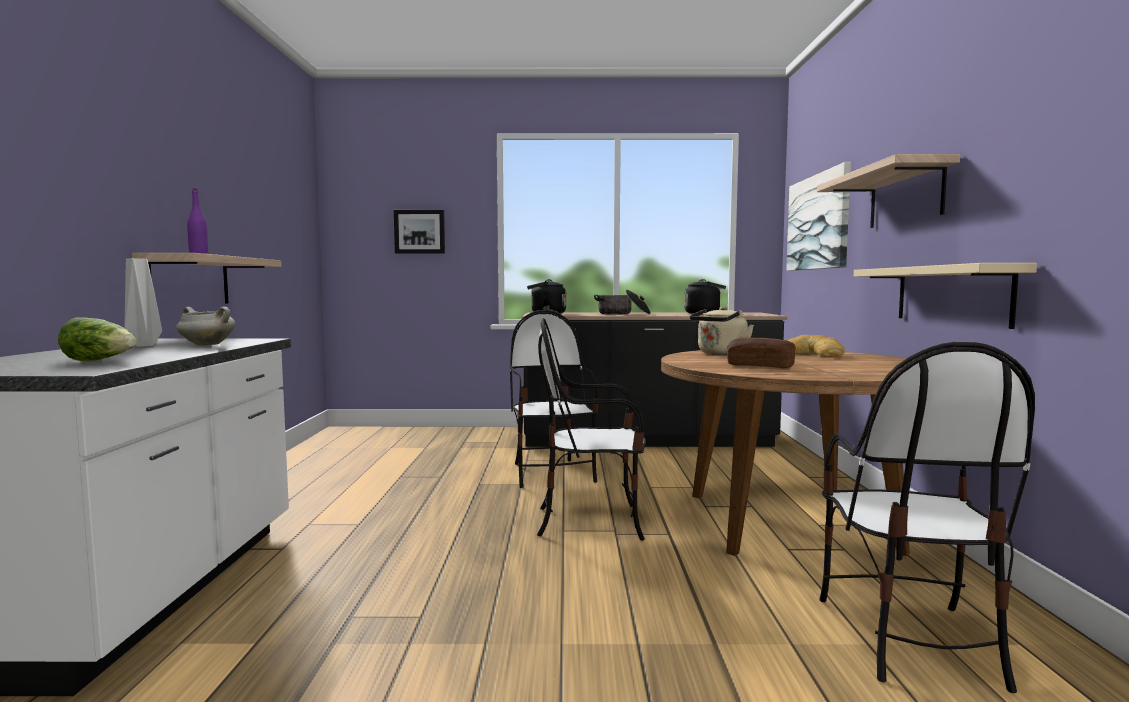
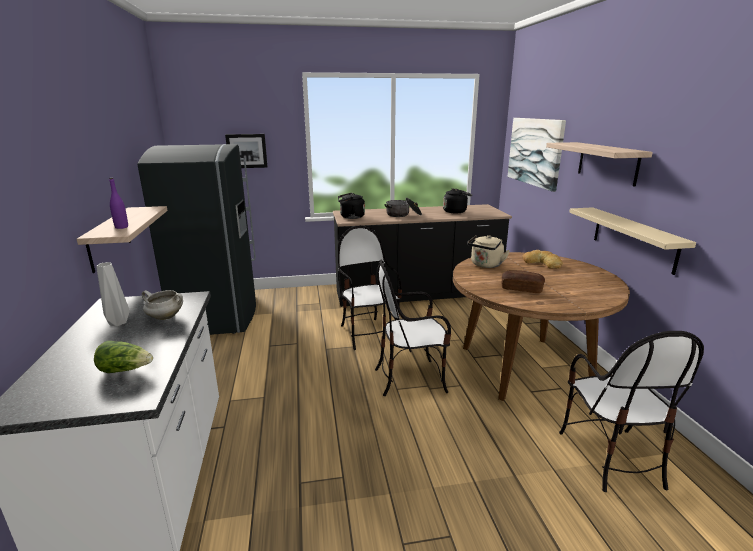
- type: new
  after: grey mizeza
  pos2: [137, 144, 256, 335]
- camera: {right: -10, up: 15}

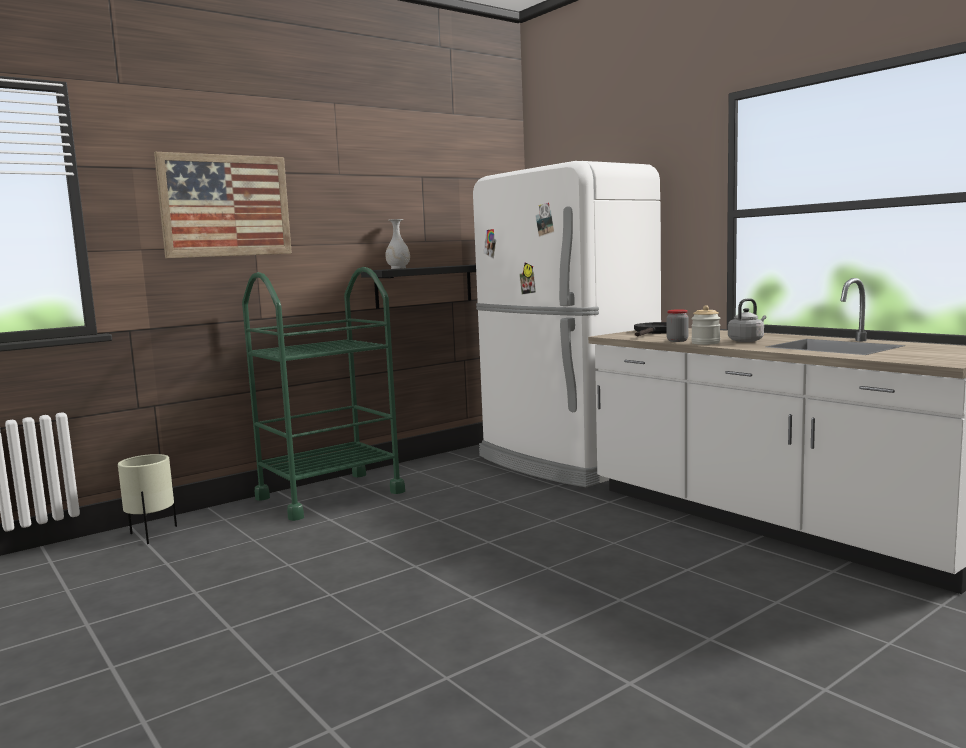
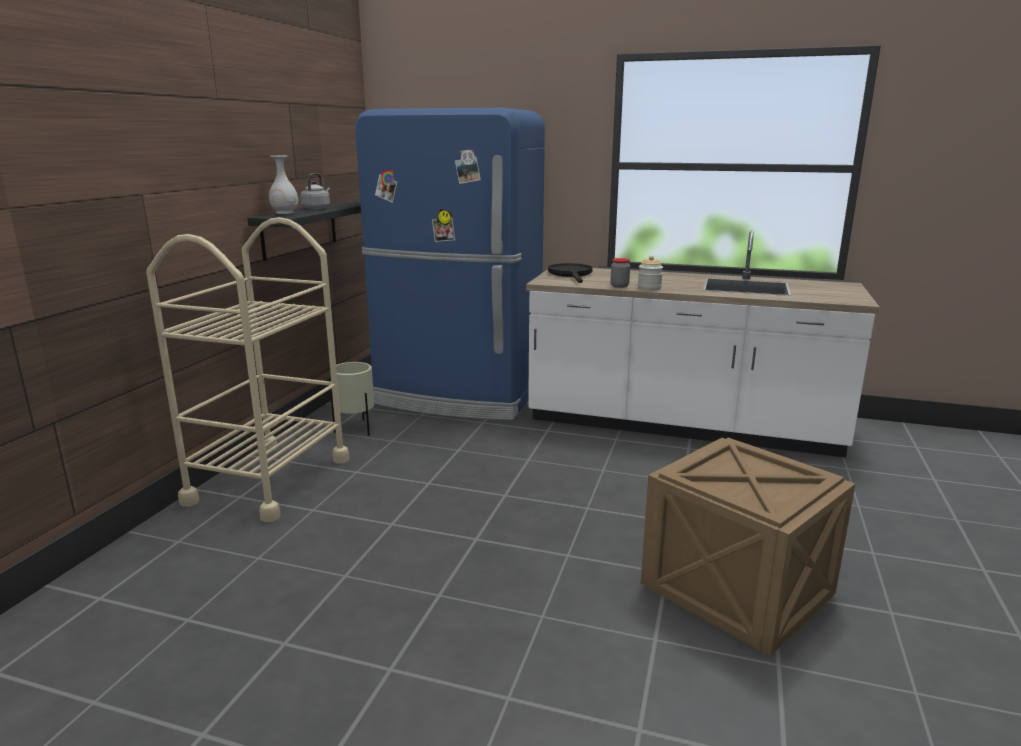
- type: shifted
  before: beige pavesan
  pos1: [118, 454, 177, 544]
  pos2: [330, 362, 374, 436]
- type: gone
  before: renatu
  pos1: [154, 152, 292, 258]
- type: repainted
  before: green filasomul
  after: beige filasomul
  pos1: [242, 267, 405, 521]
  pos2: [146, 217, 349, 522]
- type: repainted
  before: white mizeza
  after: blue mizeza
  pos1: [473, 161, 661, 487]
  pos2: [355, 108, 545, 420]
- type: shifted
  before: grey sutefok
  pos1: [728, 298, 766, 342]
  pos2: [300, 173, 330, 210]
- type: new
  after: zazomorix
  pos2: [641, 438, 855, 656]
- camera: {right: -35, up: 10}

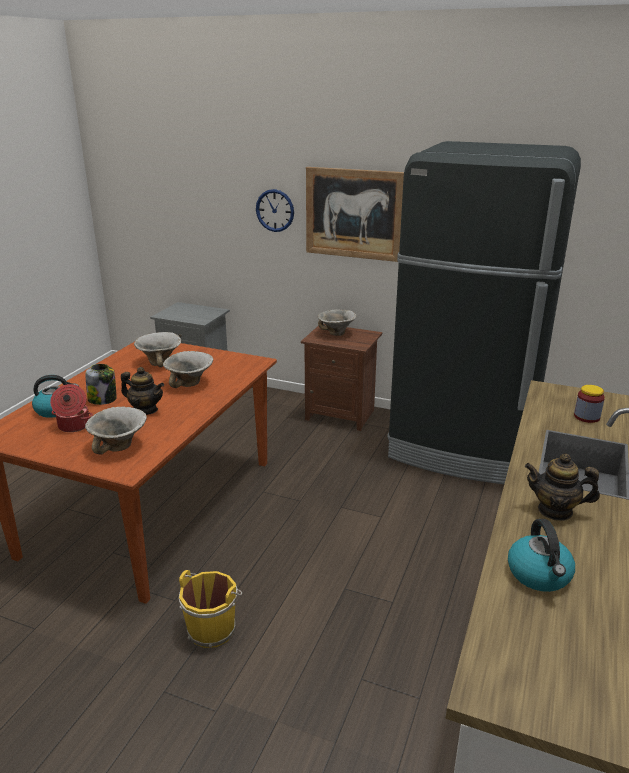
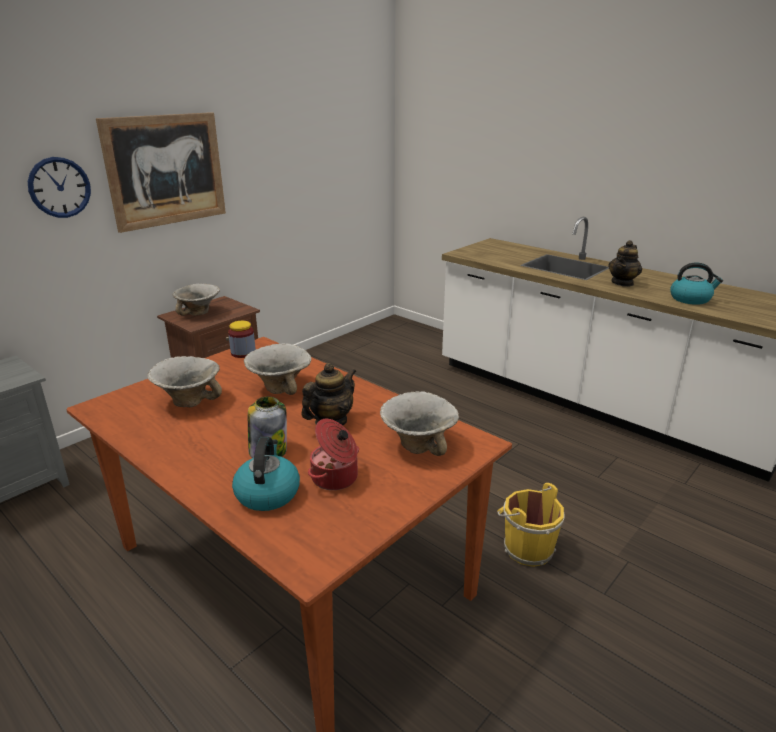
- type: gone
  before: black mizeza
  pos1: [387, 141, 581, 484]
- type: shifted
  before: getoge
  pos1: [574, 385, 605, 423]
  pos2: [228, 321, 256, 358]
- camera: {right: -70, up: 0}

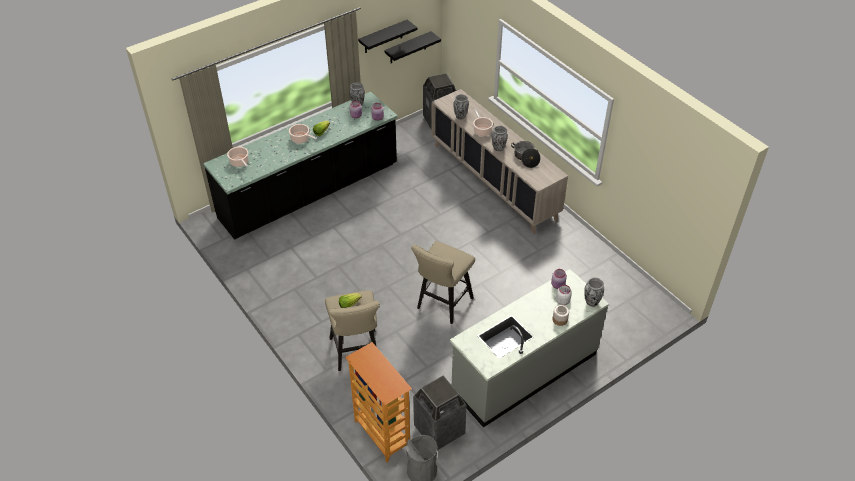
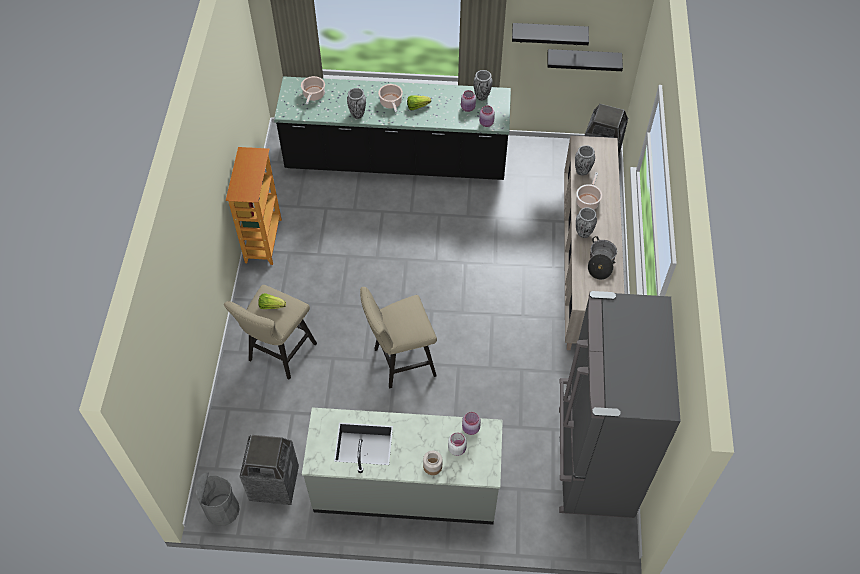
- type: shifted
  before: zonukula
  pos1: [345, 342, 412, 462]
  pos2: [226, 147, 282, 265]
- type: shifted
  before: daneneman
  pos1: [584, 278, 604, 307]
  pos2: [347, 88, 366, 119]
- type: new
  after: grey mizeza
  pos2: [559, 291, 681, 518]
- camera: {right: 40, up: 10}

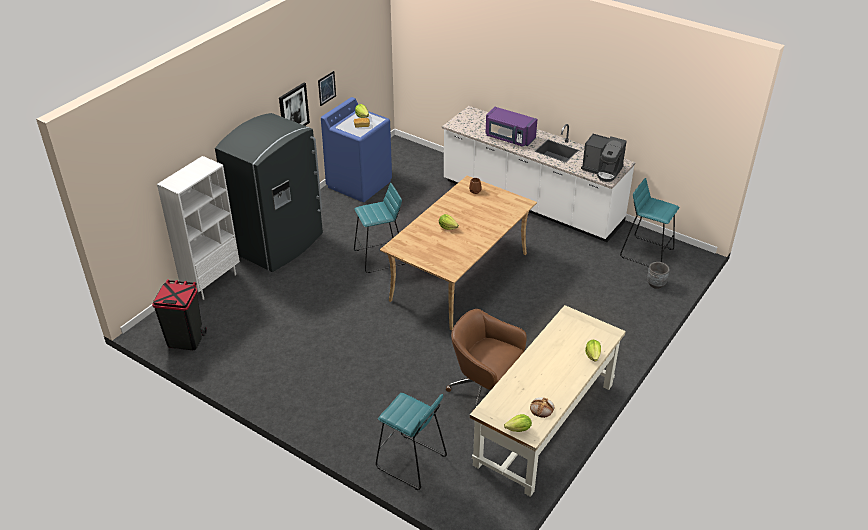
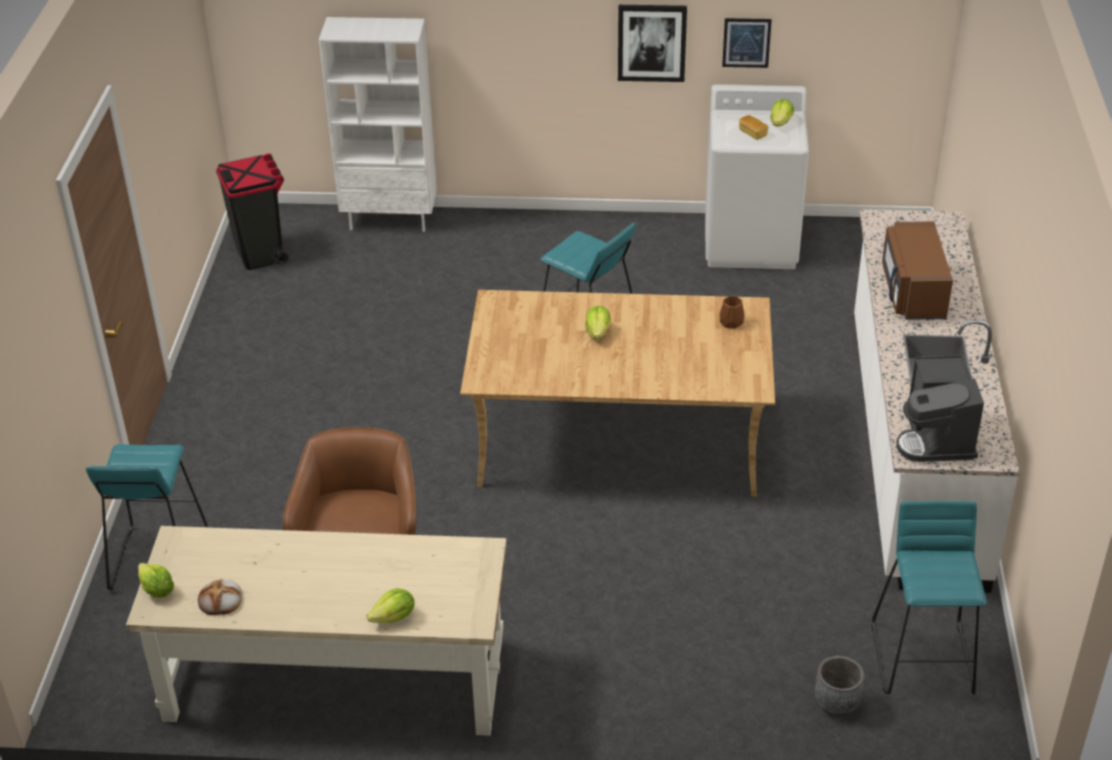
- type: gone
  before: grey mizeza
  pos1: [215, 113, 323, 272]
- type: repainted
  before: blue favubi
  after: white favubi
  pos1: [321, 97, 392, 202]
  pos2: [705, 84, 809, 269]
- type: repainted
  before: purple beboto
  after: brown beboto
  pos1: [485, 107, 537, 146]
  pos2: [882, 221, 953, 320]
- camera: {right: 60, up: 0}

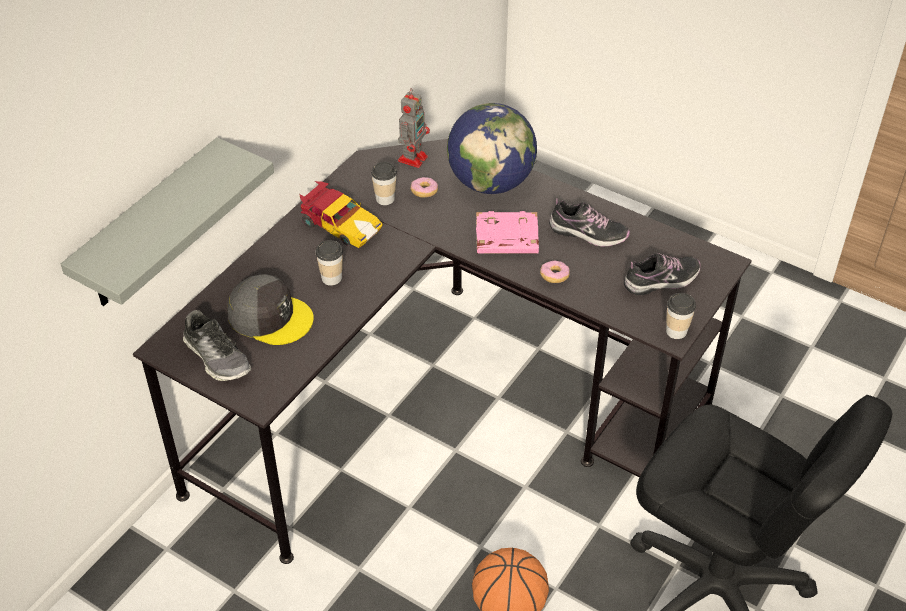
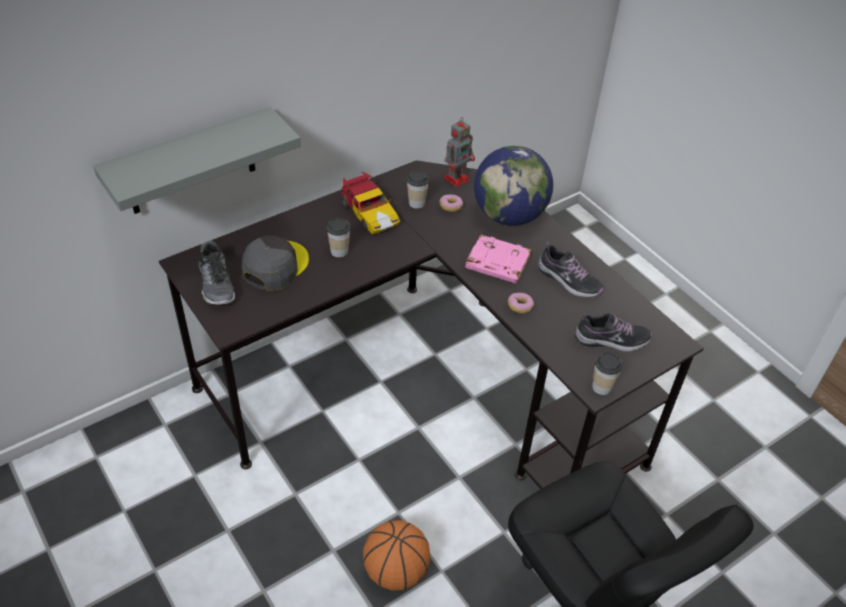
- type: rotated
  before: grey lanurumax
  pos1: [228, 274, 314, 345]
  pos2: [242, 236, 309, 291]
  turn: -105
- camera: {right: 20, up: 0}

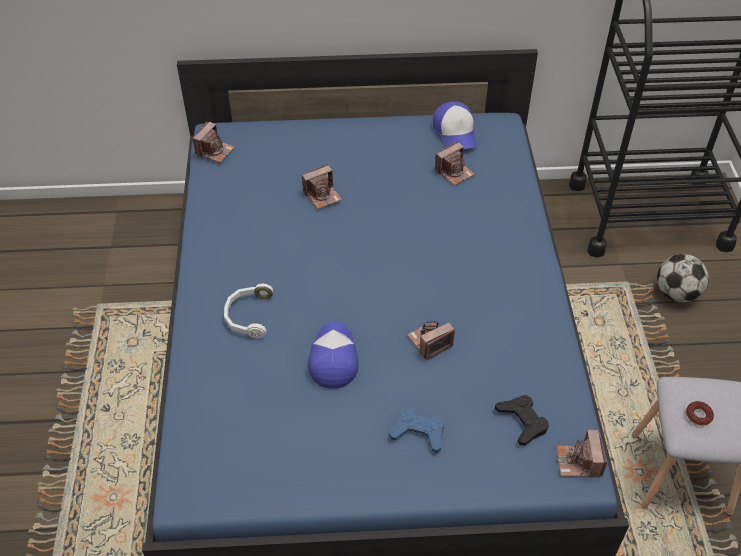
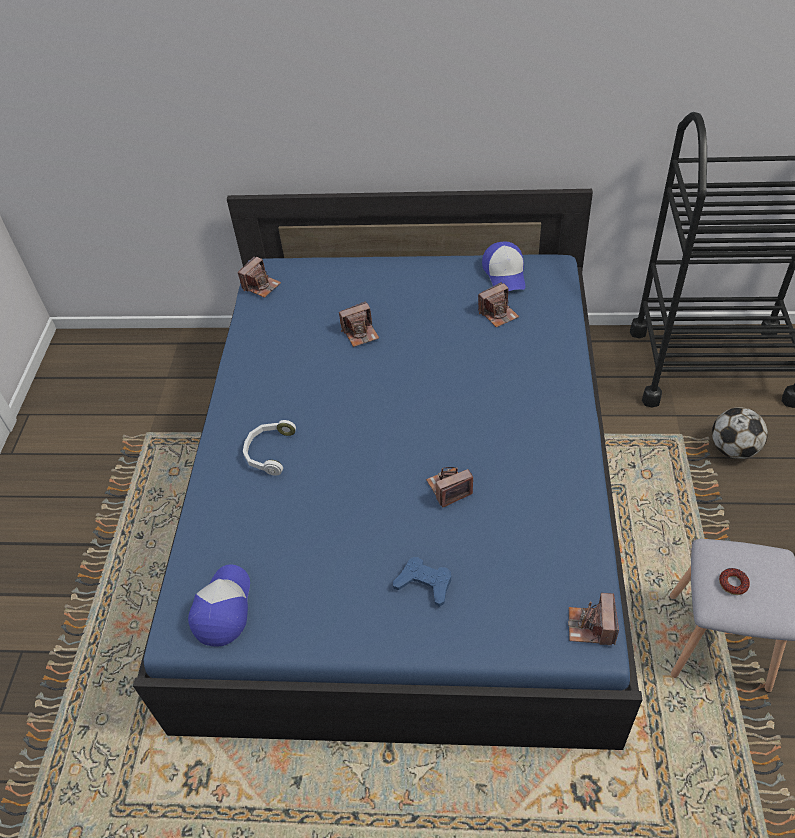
- type: shifted
  before: lanurumax
  pos1: [308, 321, 359, 389]
  pos2: [188, 564, 250, 647]
- type: gone
  before: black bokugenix
  pos1: [495, 395, 549, 446]
- camera: {right: 10, up: 0}

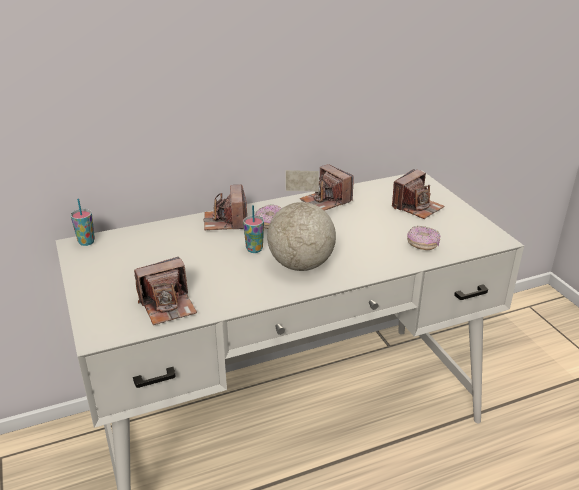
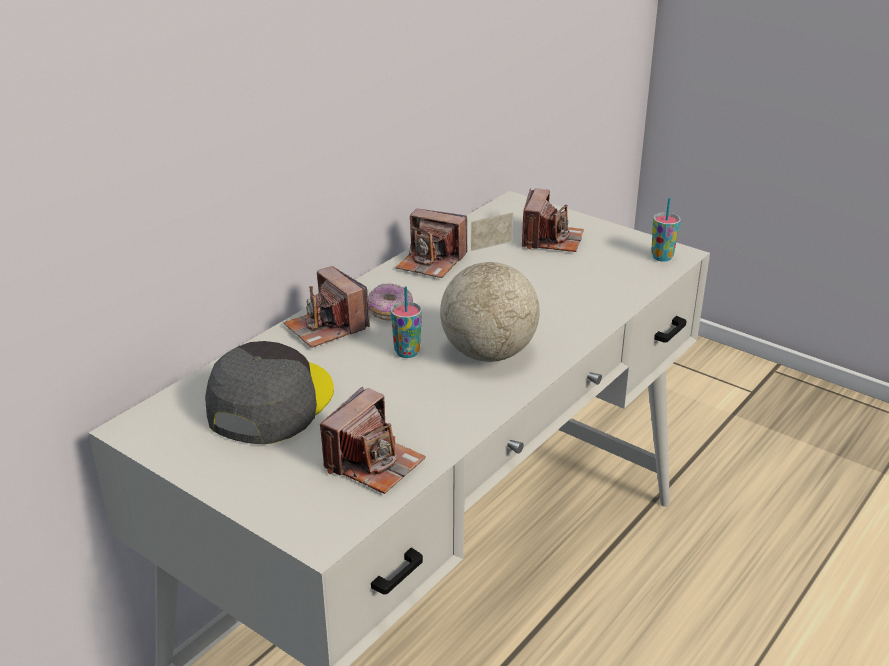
- type: shifted
  before: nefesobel
  pos1: [71, 199, 95, 246]
  pos2: [651, 198, 681, 262]
- type: gone
  before: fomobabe
  pos1: [407, 226, 440, 250]
- type: new
  after: grey lanurumax
  pos2: [205, 341, 334, 444]
- camera: {right: -30, up: 0}

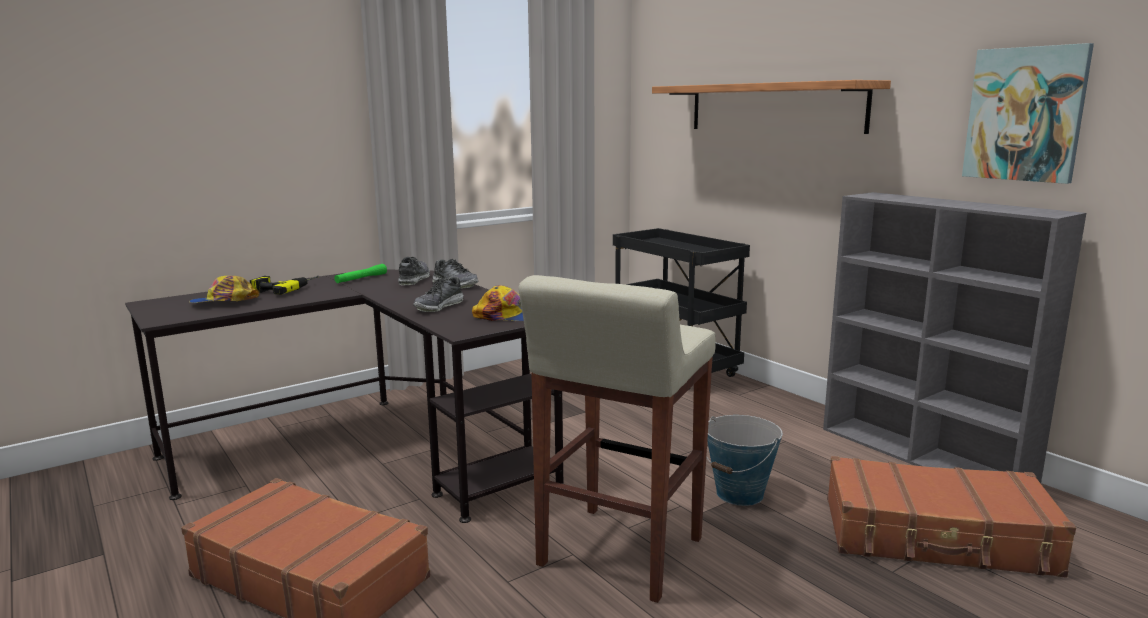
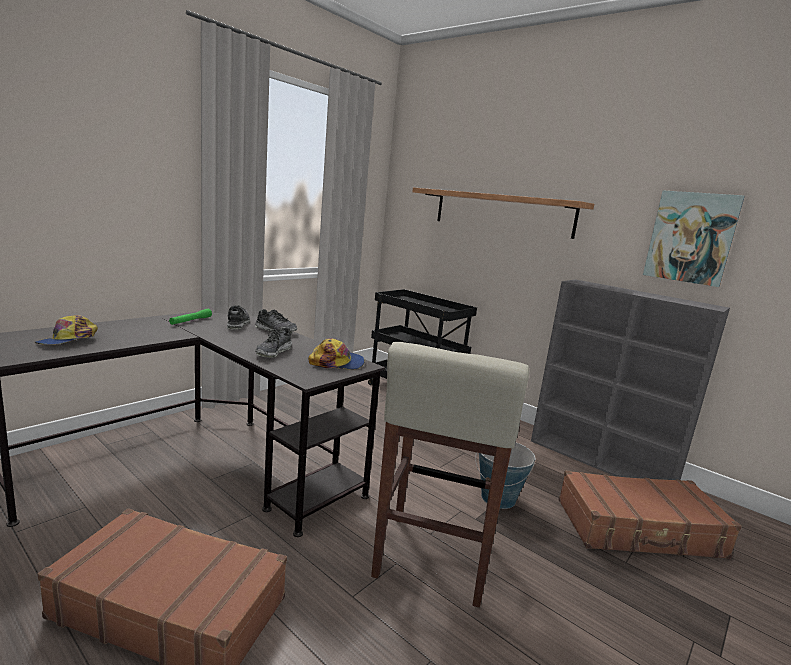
- type: rotated
  before: lanurumax
  pos1: [189, 276, 259, 303]
  pos2: [35, 315, 98, 345]
  turn: -45
- type: gone
  before: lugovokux
  pos1: [250, 276, 319, 295]
- camera: {right: -15, up: 0}

